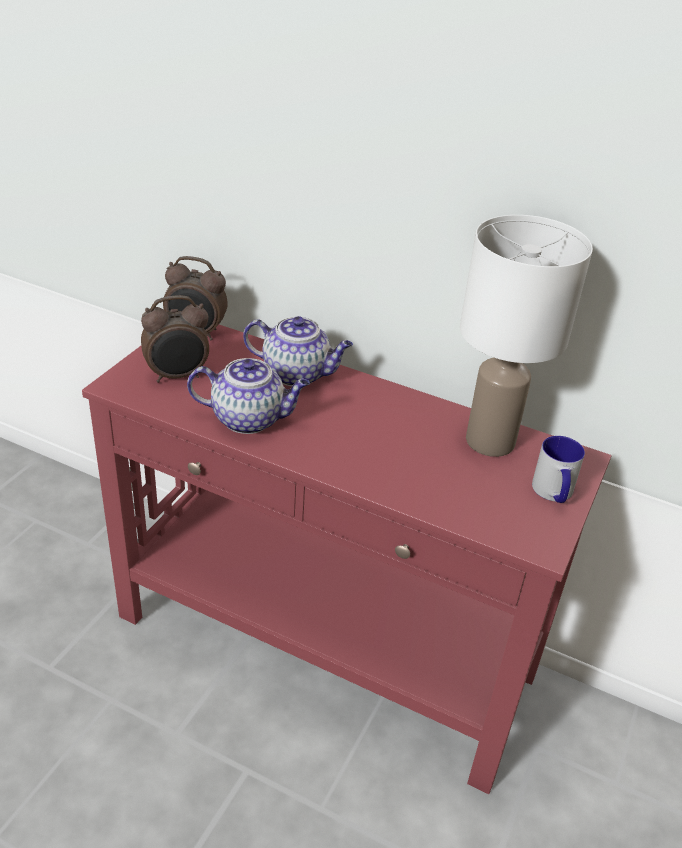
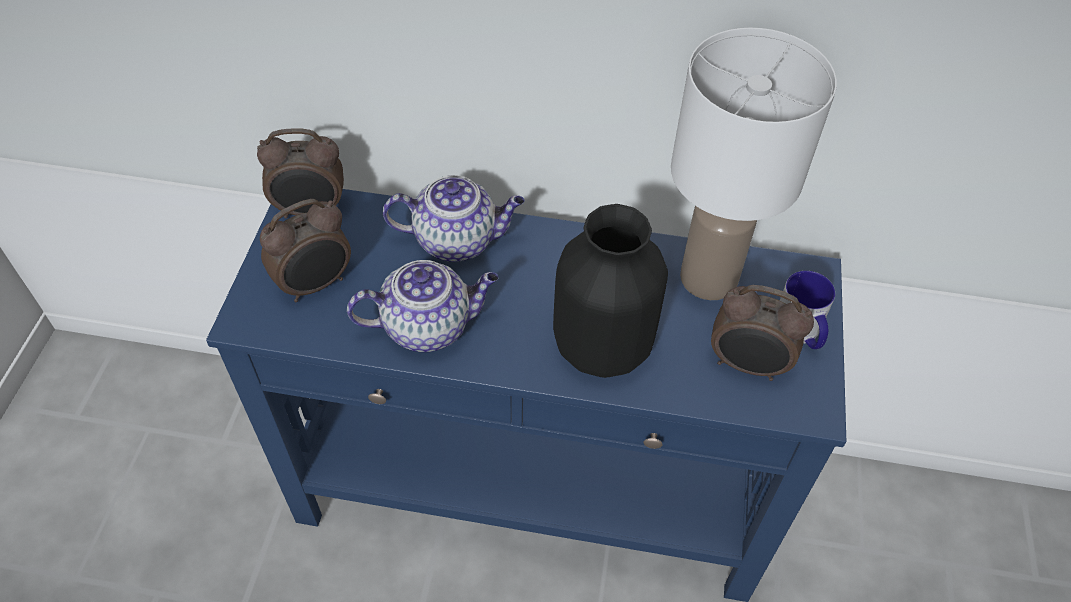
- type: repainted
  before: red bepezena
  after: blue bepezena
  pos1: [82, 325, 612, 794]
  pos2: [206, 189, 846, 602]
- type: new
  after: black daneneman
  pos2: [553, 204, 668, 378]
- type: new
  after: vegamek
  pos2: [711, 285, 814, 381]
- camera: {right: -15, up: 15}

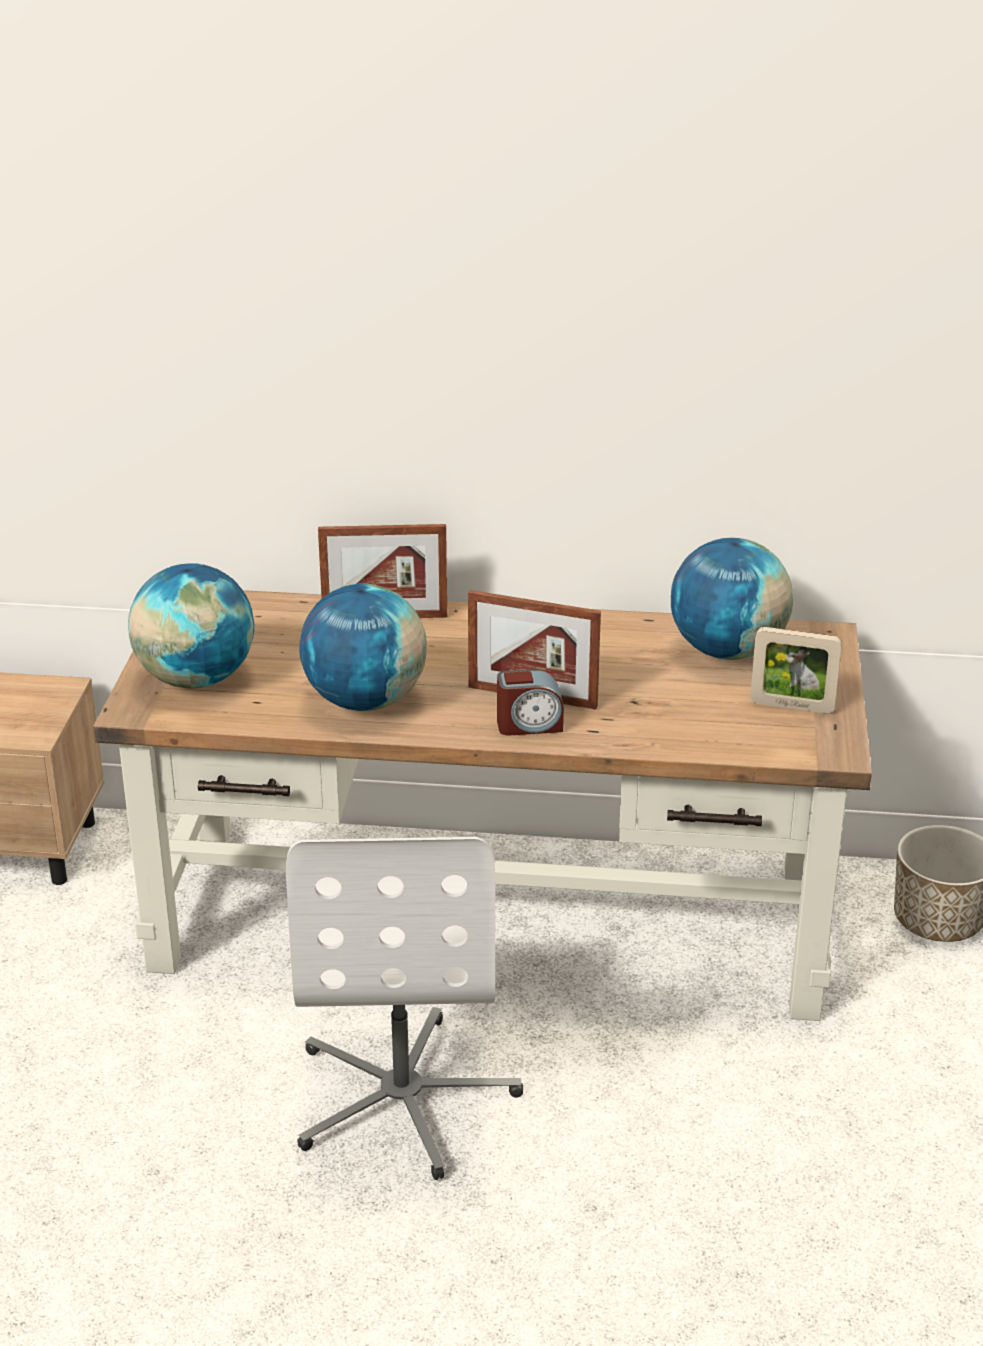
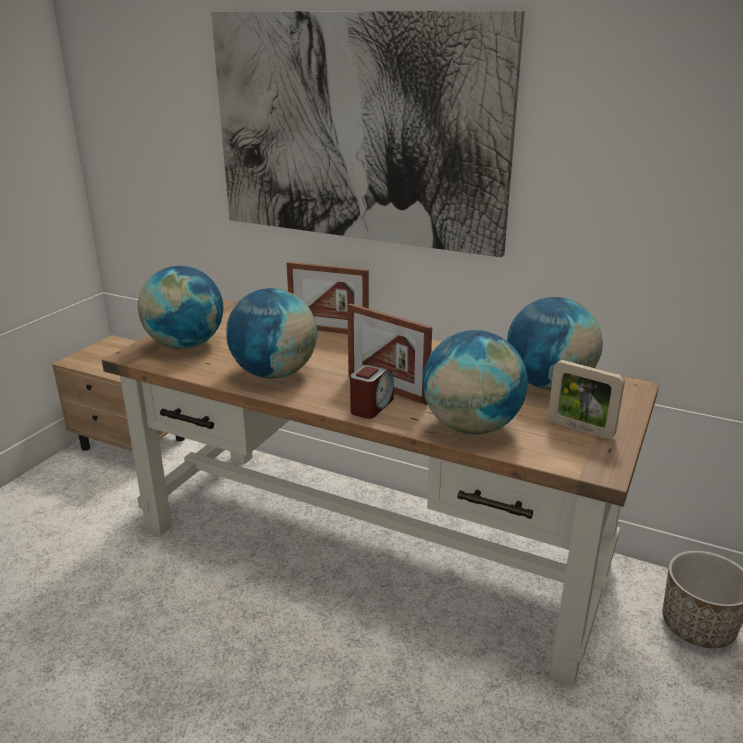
- type: gone
  before: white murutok
  pos1: [286, 837, 523, 1180]
- type: rotated
  before: vegamek
  pos1: [497, 669, 564, 736]
  pos2: [350, 365, 394, 419]
  turn: -75
- type: new
  after: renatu
  pos2: [211, 11, 525, 257]
- type: new
  after: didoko
  pos2: [423, 330, 528, 434]
- camera: {right: 20, up: -5}

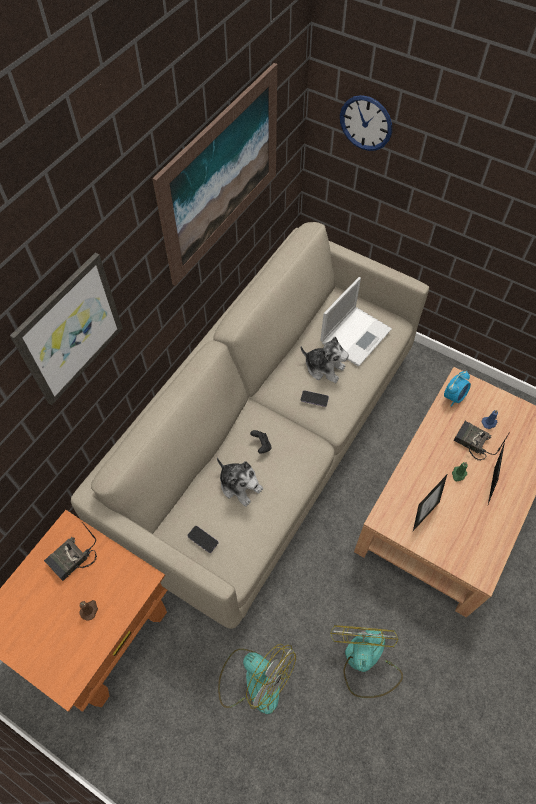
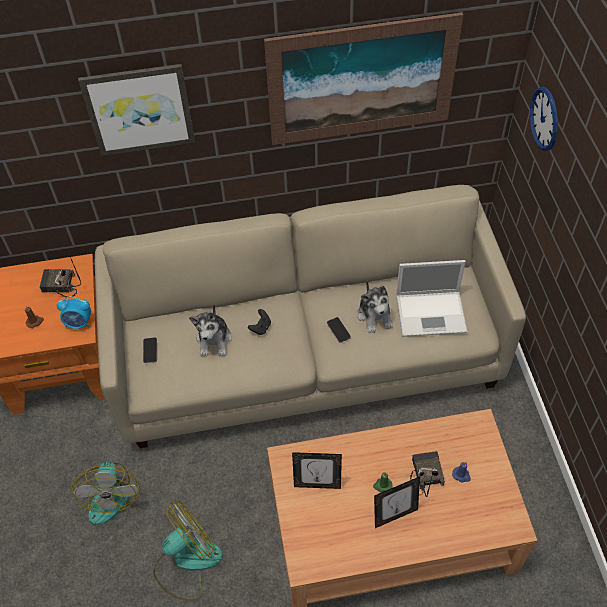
- type: shifted
  before: vegamek
  pos1: [444, 371, 471, 407]
  pos2: [57, 296, 91, 329]
- camera: {right: 50, up: -5}

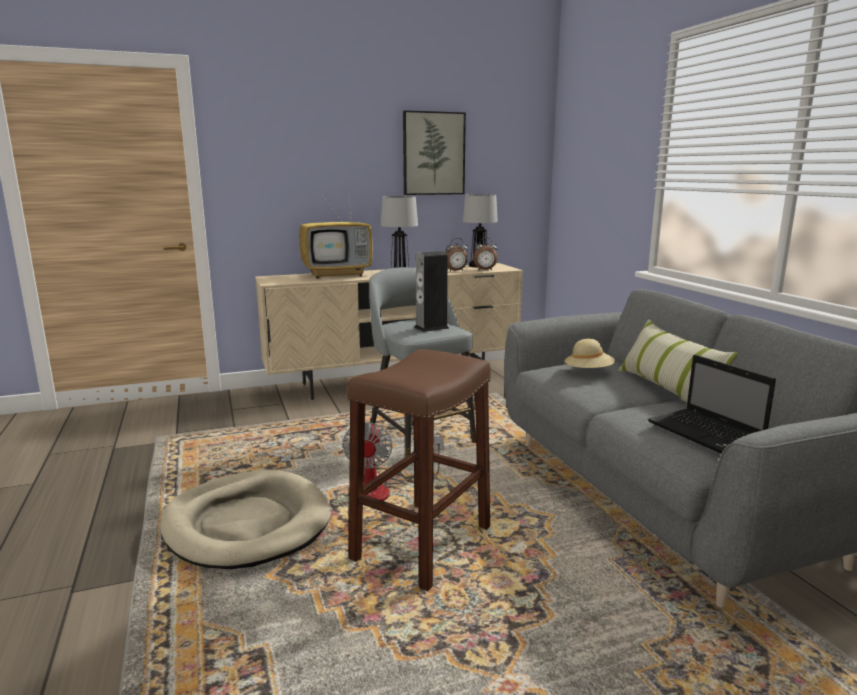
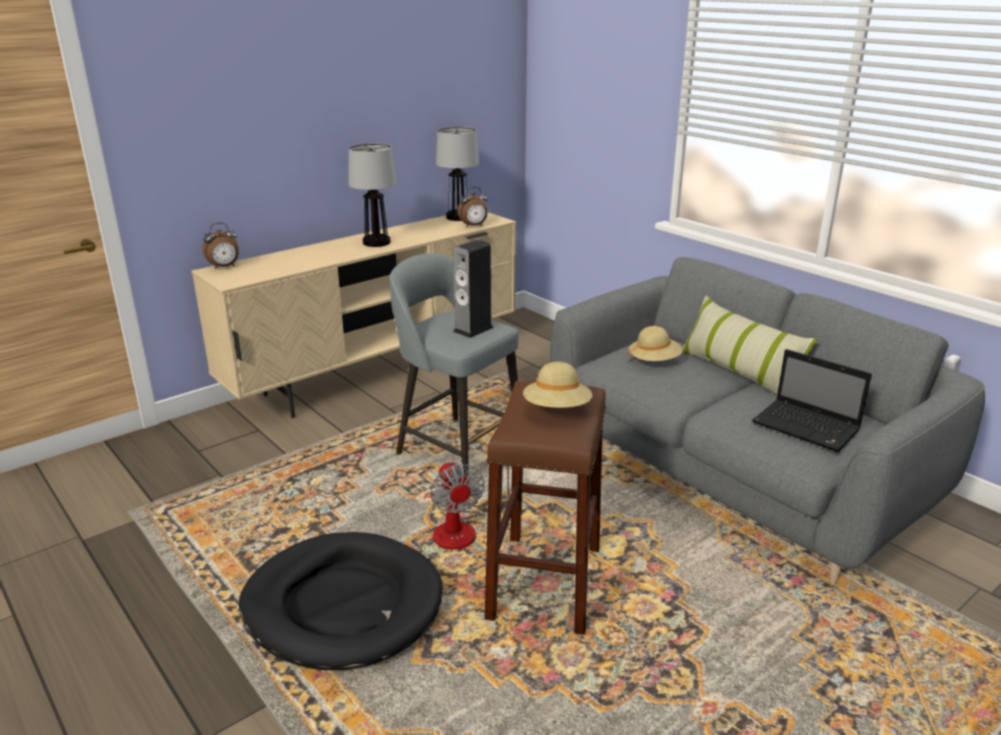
- type: repainted
  before: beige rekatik
  after: black rekatik
  pos1: [160, 470, 332, 569]
  pos2: [239, 532, 443, 670]
- type: gone
  before: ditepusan
  pos1: [299, 191, 373, 279]
- type: gone
  before: renatu
  pos1: [403, 110, 466, 195]
- type: shifted
  before: vegamek
  pos1: [445, 238, 468, 271]
  pos2: [202, 223, 239, 269]
- type: new
  after: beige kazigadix
  pos2: [523, 362, 592, 408]
- camera: {right: -20, up: 10}

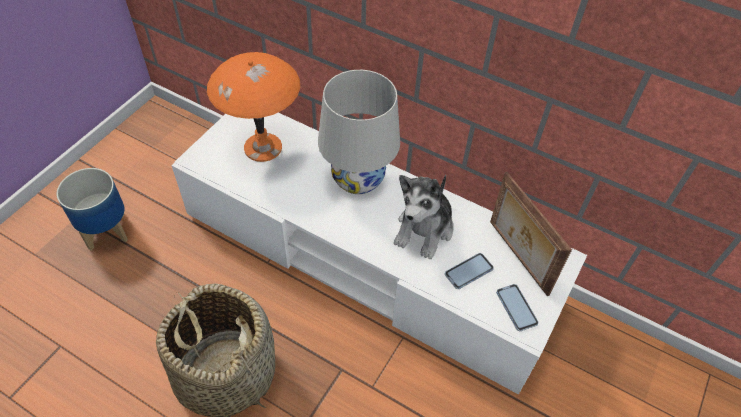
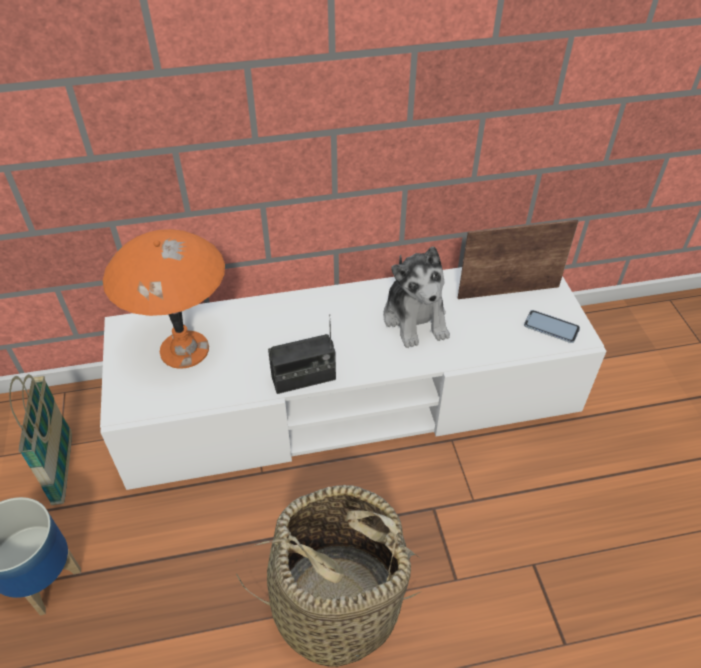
- type: gone
  before: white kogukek
  pos1: [318, 70, 400, 194]
- type: gone
  before: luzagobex
  pos1: [445, 253, 494, 289]
- type: rotated
  before: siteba
  pos1: [490, 172, 572, 297]
  pos2: [458, 220, 579, 299]
  turn: 150
- type: new
  after: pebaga
  pos2: [9, 374, 72, 505]
- type: new
  after: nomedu
  pos2: [268, 314, 336, 394]
- camera: {right: -40, up: -5}

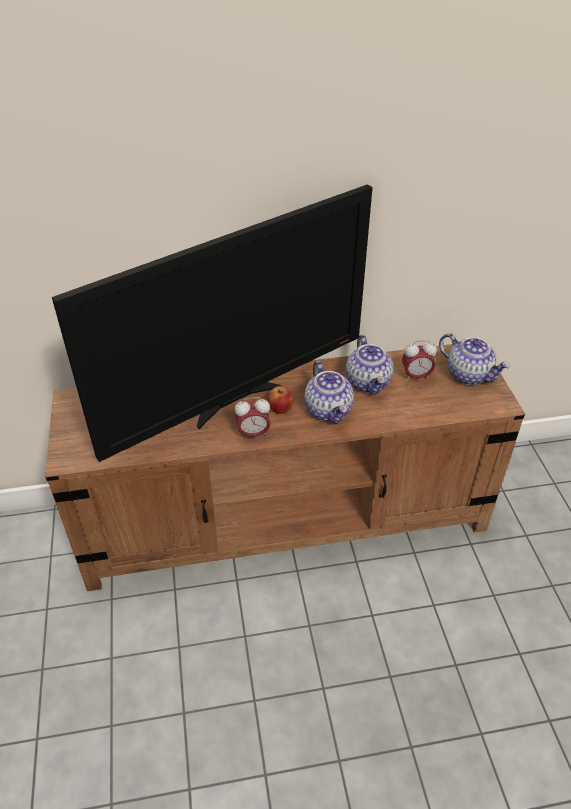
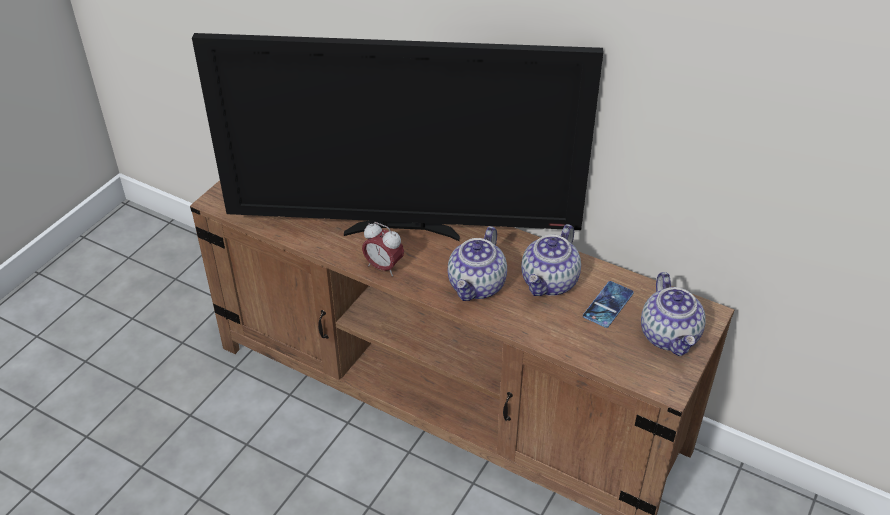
- type: gone
  before: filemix
  pos1: [268, 386, 294, 414]
- type: swapped
  before: vegamek
  after: luzagobex
  pos1: [402, 340, 437, 381]
  pos2: [583, 281, 634, 328]
- camera: {right: 40, up: 0}

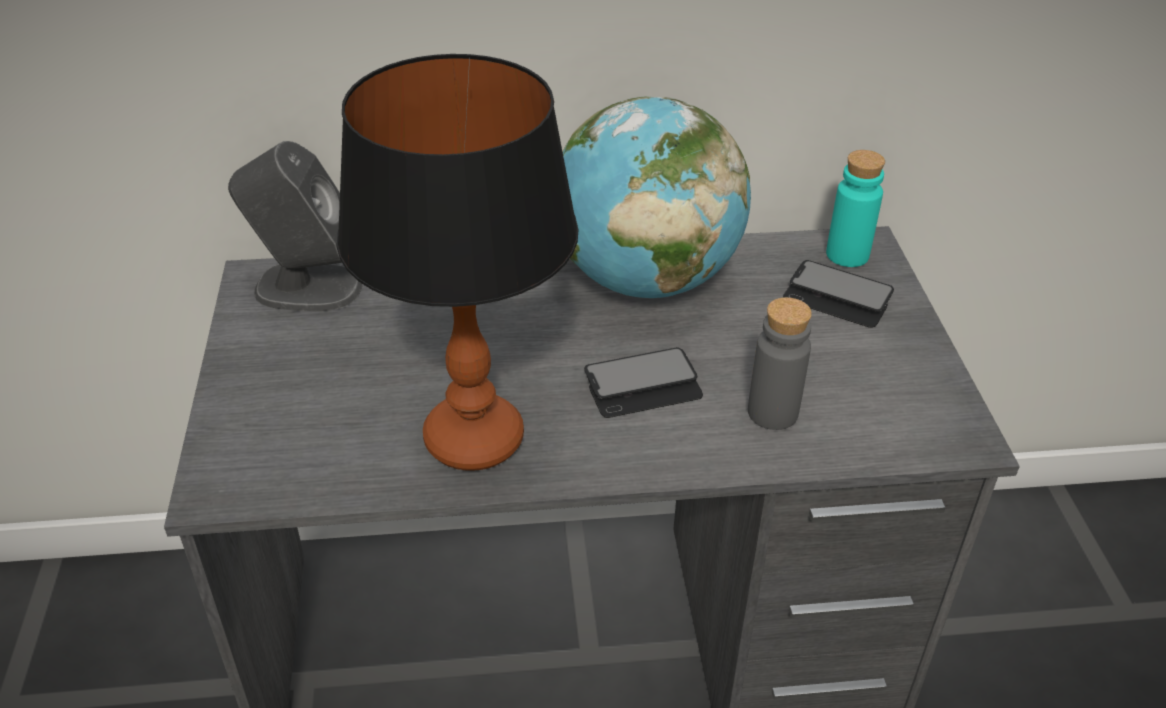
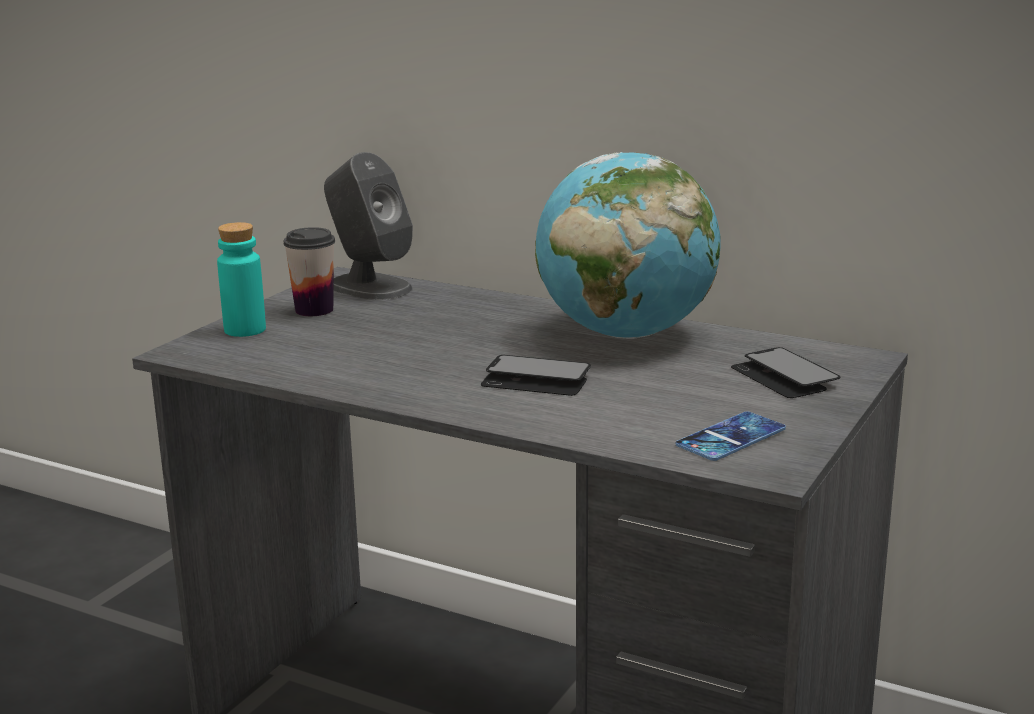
- type: gone
  before: kogukek
  pos1: [337, 54, 578, 471]
- type: gone
  before: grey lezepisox
  pos1: [748, 297, 812, 430]
- type: shifted
  before: turquoise lezepisox
  pos1: [826, 150, 885, 267]
  pos2: [217, 222, 266, 337]
- type: new
  after: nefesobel
  pos2: [284, 227, 335, 316]
- type: new
  after: luzagobex
  pos2: [676, 412, 786, 461]
- camera: {right: 35, up: -20}

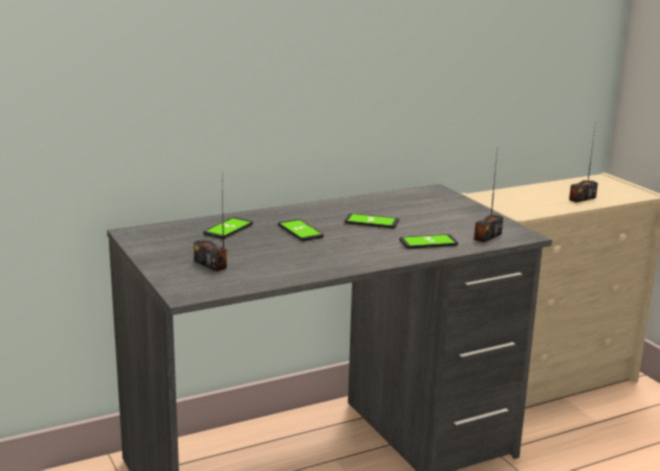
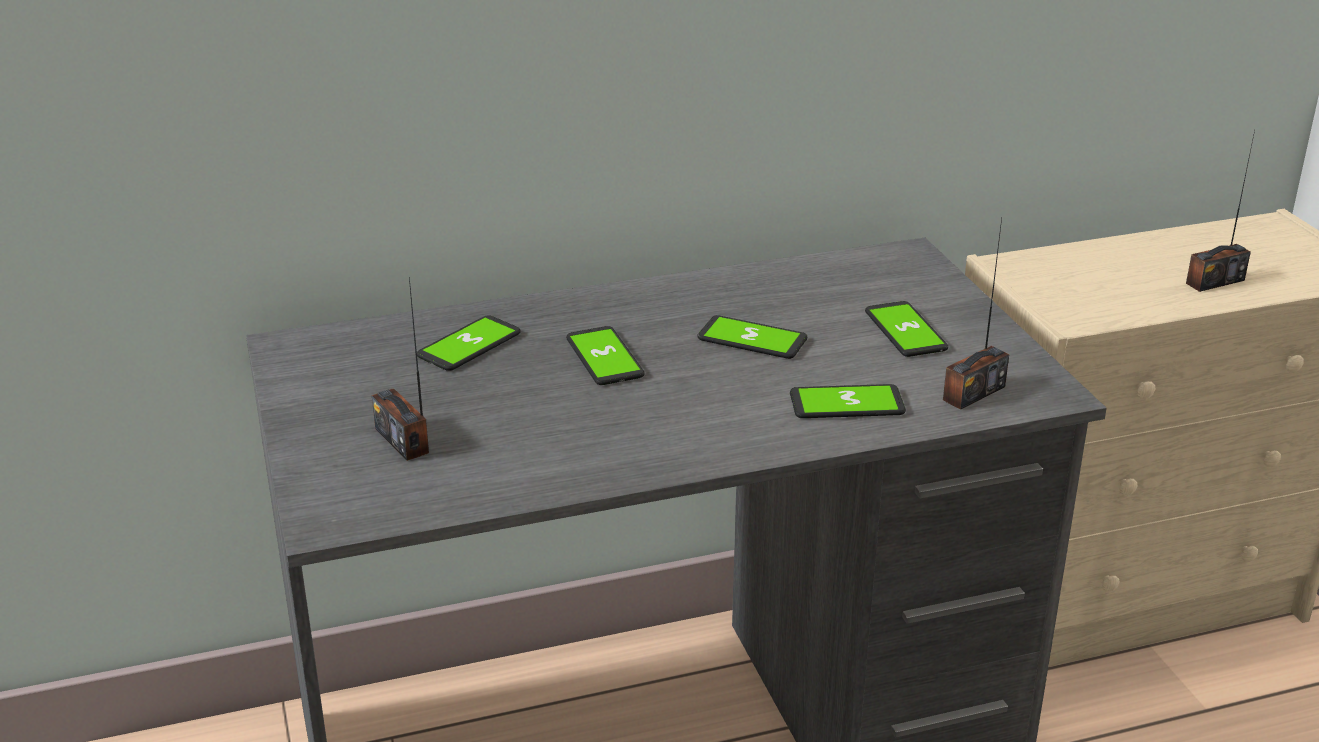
- type: new
  after: luzagobex
  pos2: [865, 301, 948, 357]
- camera: {right: 10, up: 10}

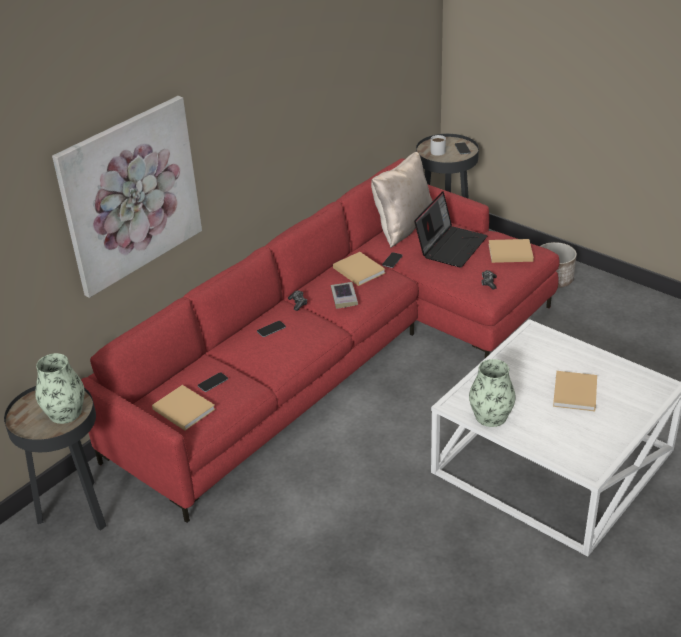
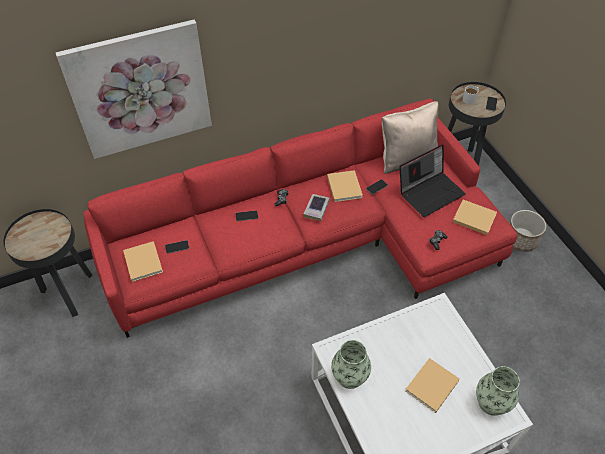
- type: shifted
  before: daneneman
  pos1: [35, 353, 85, 424]
  pos2: [476, 366, 520, 416]
- camera: {right: 25, up: 15}

